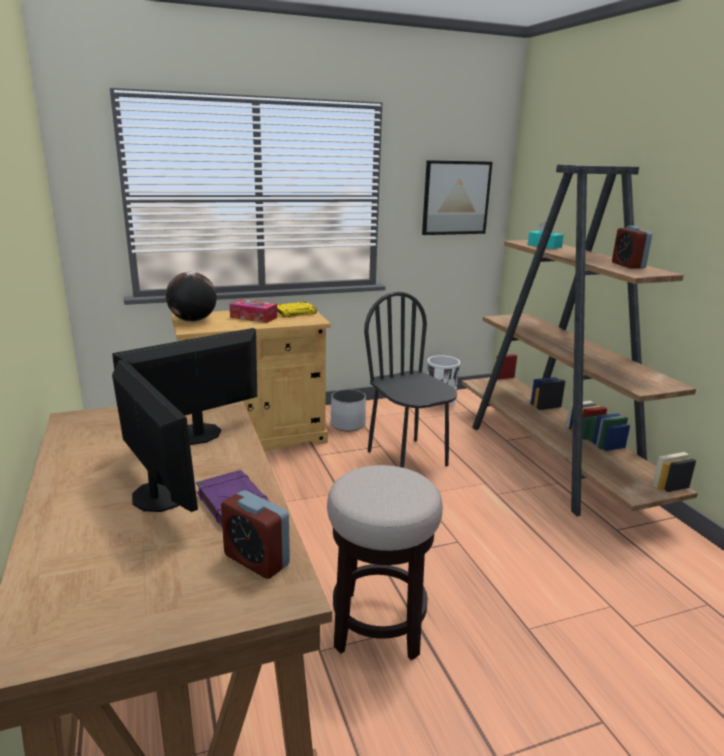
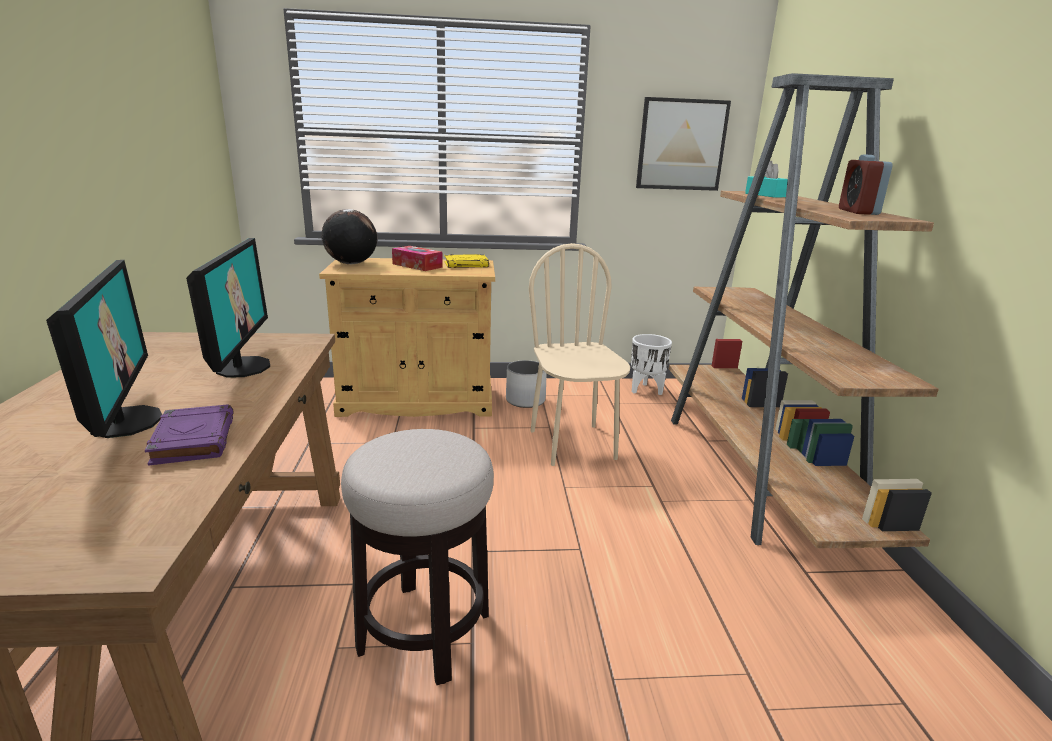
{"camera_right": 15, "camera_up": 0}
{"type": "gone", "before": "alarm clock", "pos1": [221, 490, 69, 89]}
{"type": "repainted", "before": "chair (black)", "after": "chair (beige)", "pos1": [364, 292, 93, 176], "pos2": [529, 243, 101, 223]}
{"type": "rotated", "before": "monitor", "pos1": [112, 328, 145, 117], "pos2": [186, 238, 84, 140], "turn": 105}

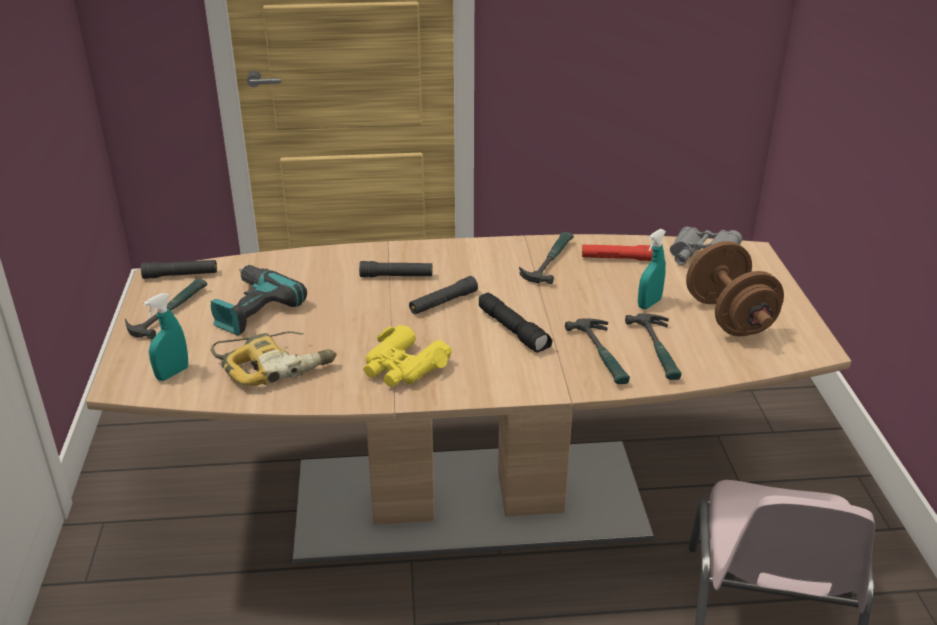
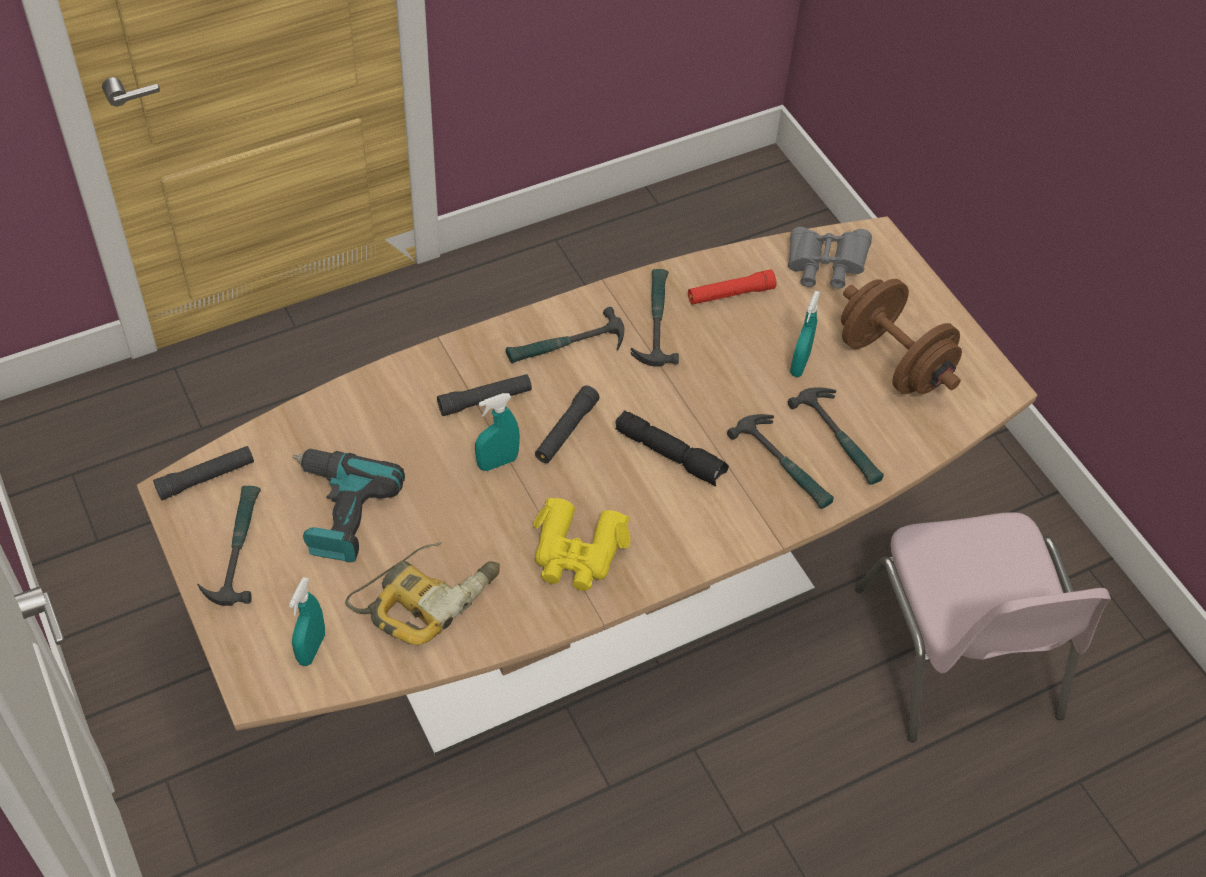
{"camera_right": -25, "camera_up": 20}
{"type": "new", "after": "spray bottle (turquoise)", "pos2": [475, 393, 45, 78]}
{"type": "new", "after": "hammer", "pos2": [506, 307, 118, 56]}

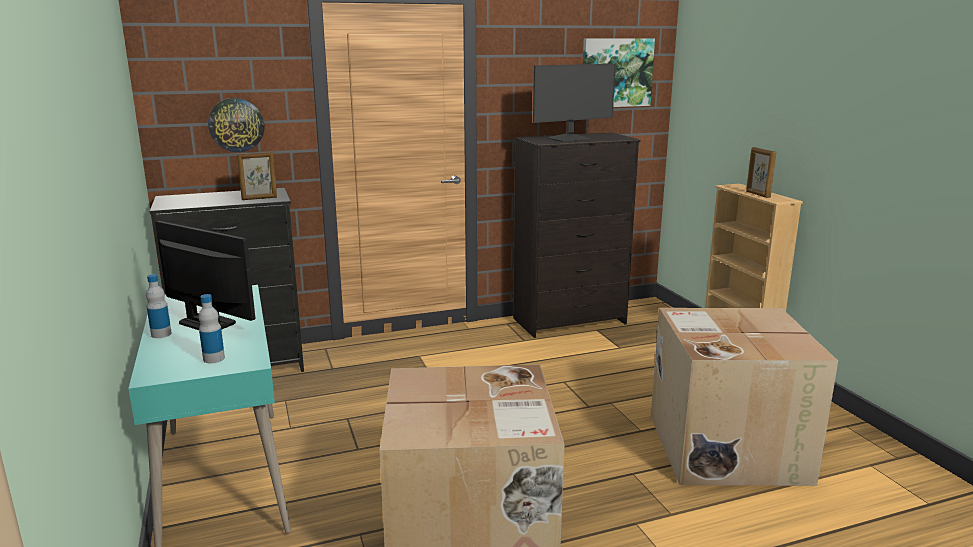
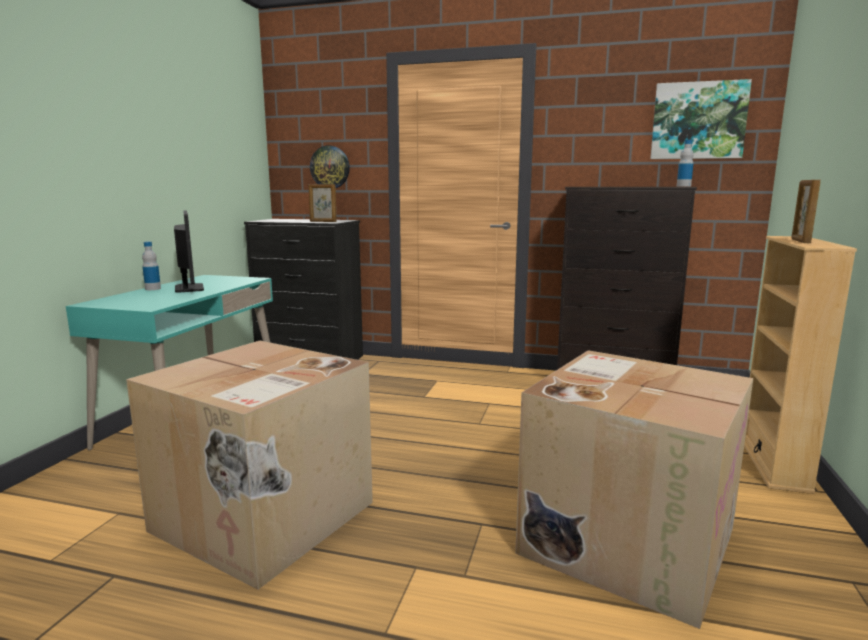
{"camera_right": 35, "camera_up": -5}
{"type": "gone", "before": "monitor", "pos1": [533, 64, 83, 78]}
{"type": "shifted", "before": "bottle", "pos1": [199, 294, 26, 69], "pos2": [677, 140, 17, 46]}

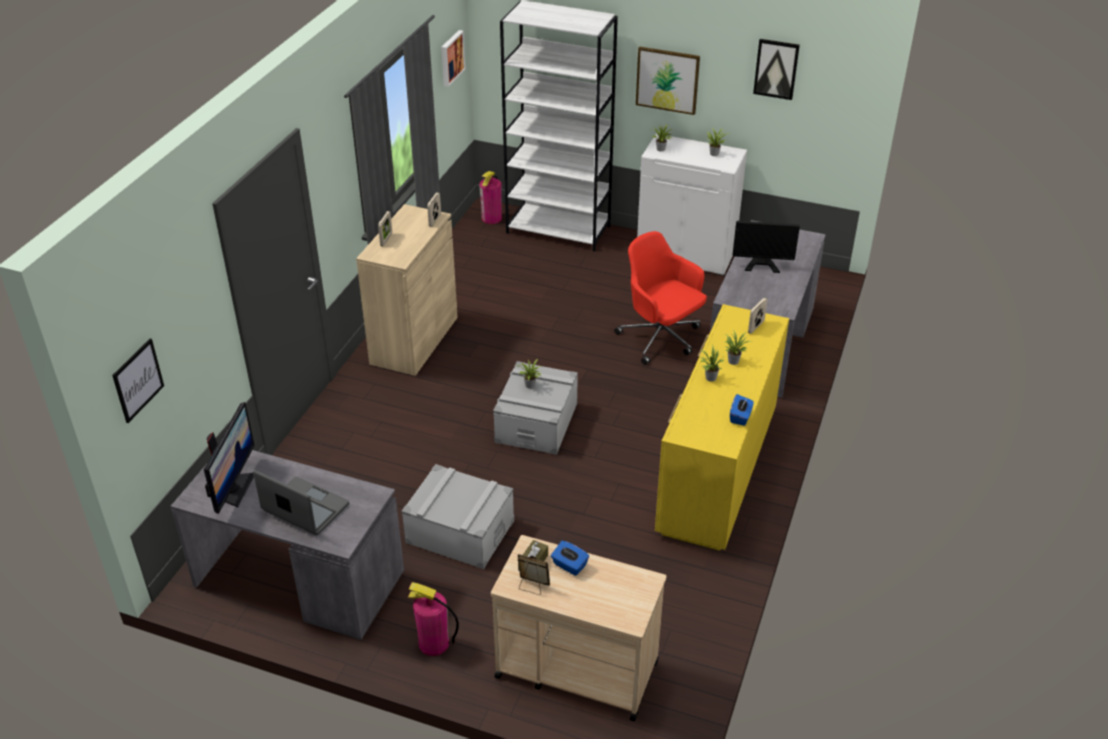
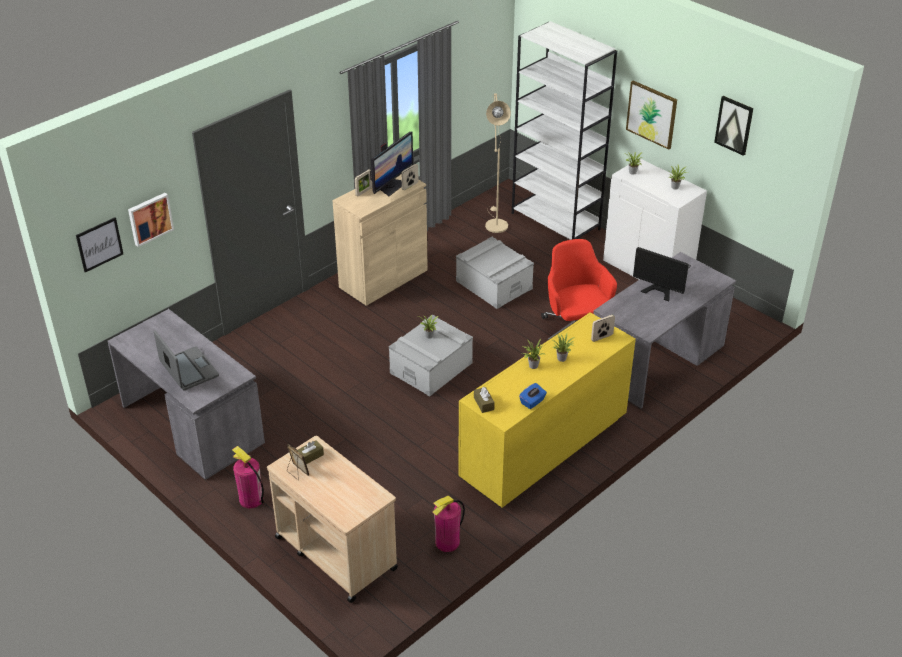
{"camera_right": 25, "camera_up": 0}
{"type": "gone", "before": "tissue box (blue)", "pos1": [551, 541, 38, 35]}
{"type": "new", "after": "tissue box (brown)", "pos2": [474, 387, 21, 26]}
{"type": "new", "after": "floor lamp (beige)", "pos2": [485, 93, 26, 140]}
{"type": "shifted", "before": "monitor", "pos1": [204, 402, 51, 112], "pos2": [370, 131, 43, 65]}
{"type": "shifted", "before": "storage box (grey)", "pos1": [401, 464, 113, 105], "pos2": [456, 237, 78, 72]}
{"type": "shifted", "before": "picture", "pos1": [441, 30, 24, 57], "pos2": [128, 193, 46, 54]}
{"type": "shifted", "before": "fire extinguisher", "pos1": [479, 171, 23, 53], "pos2": [432, 495, 33, 57]}

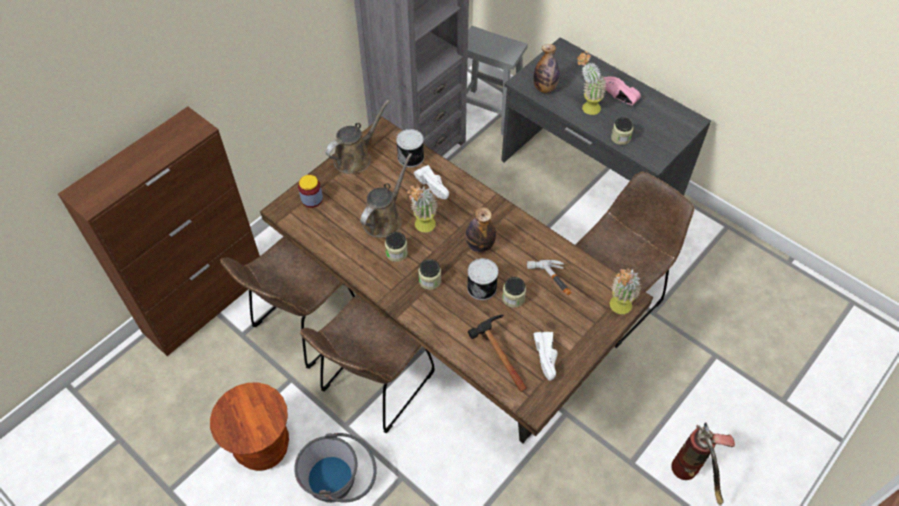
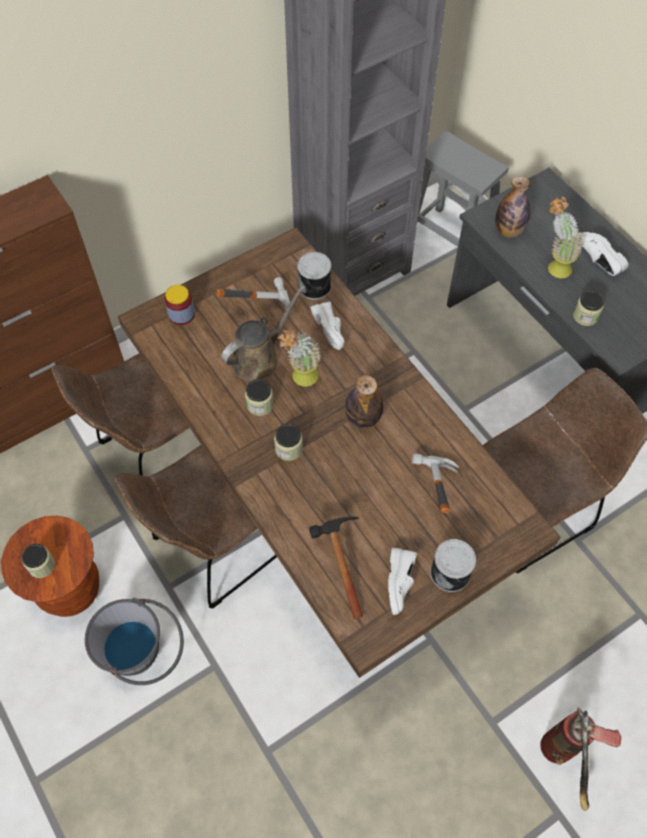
{"camera_right": 15, "camera_up": 5}
{"type": "gone", "before": "watering can (brown)", "pos1": [325, 100, 65, 74]}
{"type": "gone", "before": "potted plant", "pos1": [610, 268, 31, 46]}
{"type": "new", "after": "hammer", "pos2": [216, 277, 74, 33]}
{"type": "shifted", "before": "can", "pos1": [467, 258, 31, 42], "pos2": [430, 539, 46, 53]}
{"type": "shifted", "before": "jar", "pos1": [502, 277, 24, 31], "pos2": [22, 544, 33, 34]}
{"type": "repainted", "before": "shoe (pink)", "after": "shoe (white)", "pos1": [603, 76, 38, 29], "pos2": [581, 232, 47, 44]}

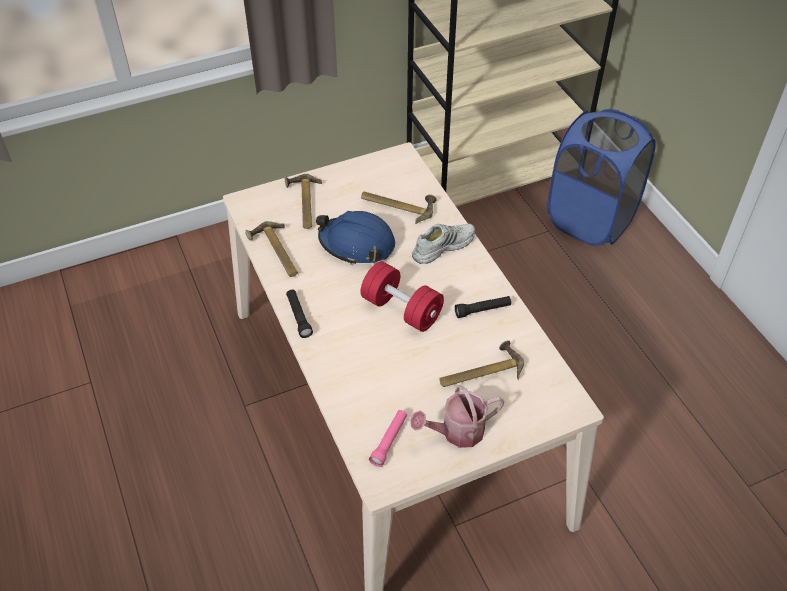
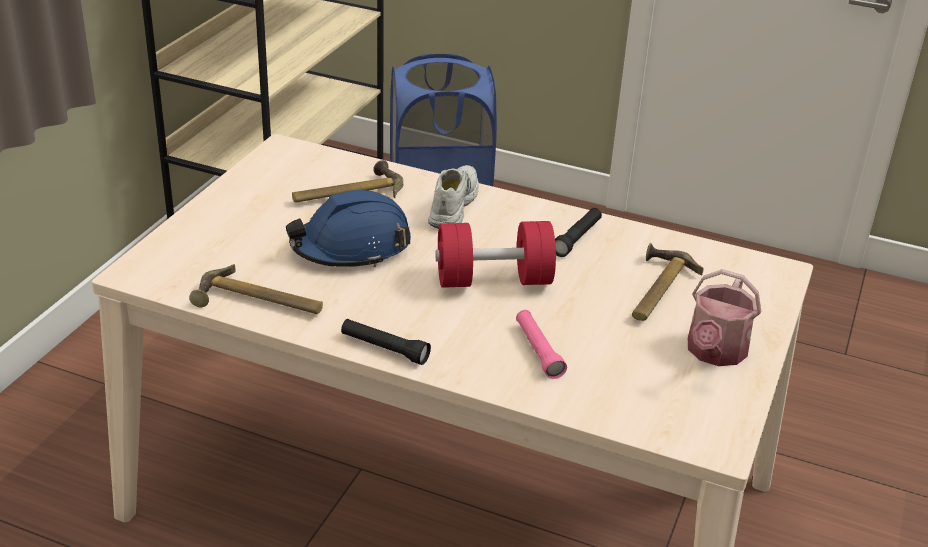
{"camera_right": -45, "camera_up": -15}
{"type": "gone", "before": "hammer", "pos1": [285, 174, 37, 55]}
{"type": "shifted", "before": "flashlight (pink)", "pos1": [369, 410, 38, 57], "pos2": [516, 310, 51, 69]}

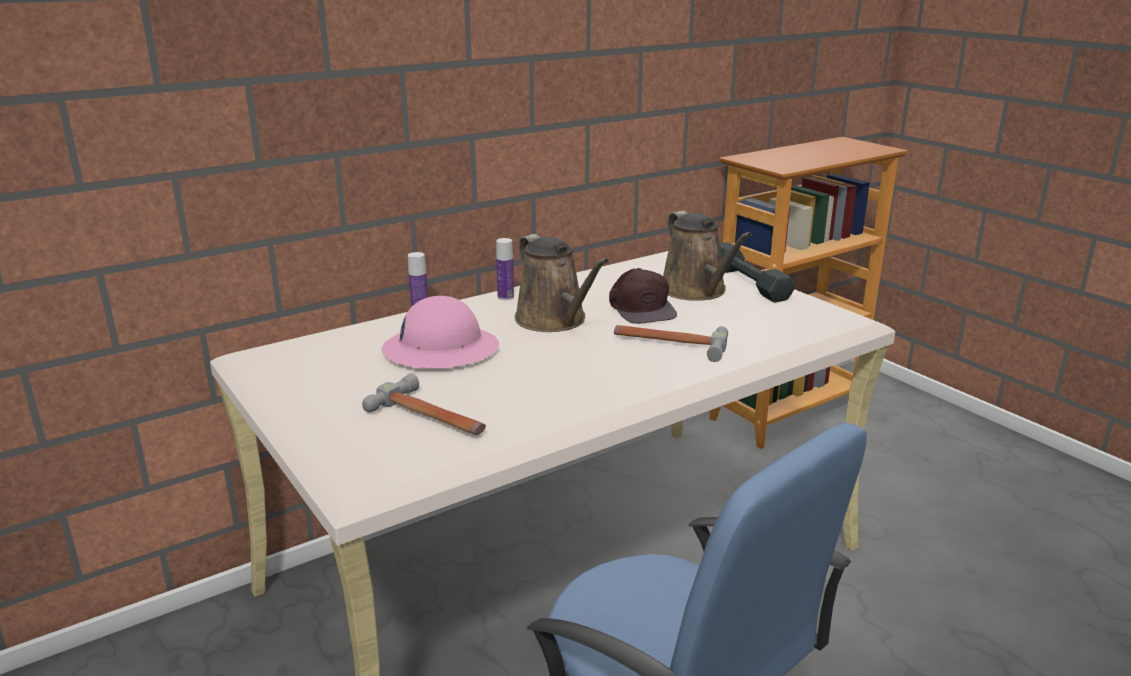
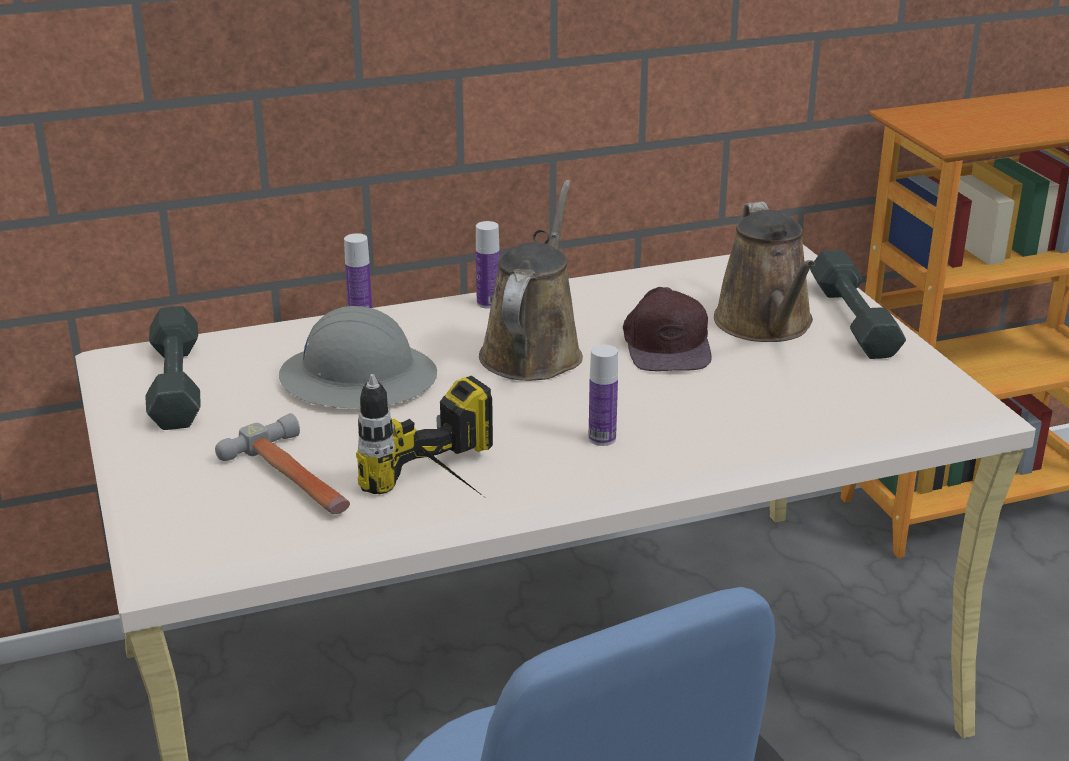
{"camera_right": 15, "camera_up": 5}
{"type": "gone", "before": "hammer", "pos1": [614, 325, 114, 37]}
{"type": "new", "after": "dumbbell (grey)", "pos2": [145, 306, 56, 124]}
{"type": "new", "after": "power drill", "pos2": [356, 374, 137, 122]}
{"type": "new", "after": "bottle", "pos2": [589, 344, 29, 102]}
{"type": "repainted", "before": "hard hat (pink)", "after": "hard hat (grey)", "pos1": [382, 296, 117, 72], "pos2": [279, 306, 158, 102]}
{"type": "rotated", "before": "watering can (brown)", "pos1": [515, 234, 94, 98], "pos2": [479, 180, 104, 201], "turn": -150}

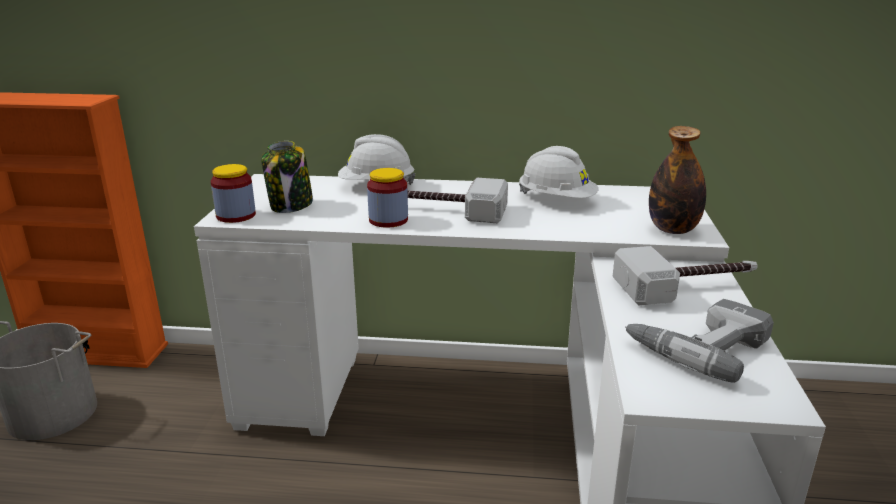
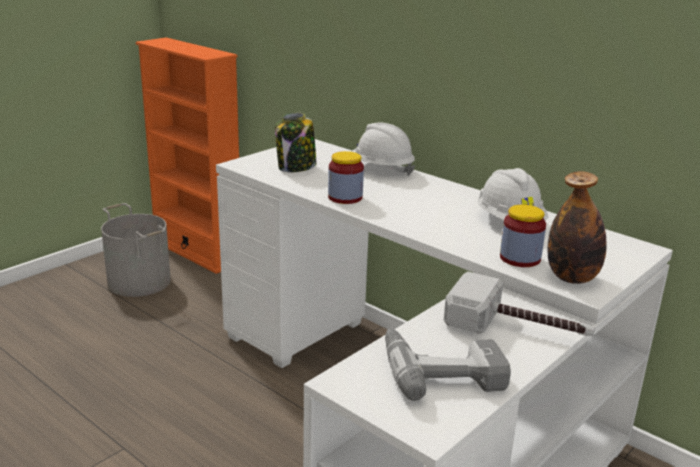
{"camera_right": 35, "camera_up": 0}
{"type": "gone", "before": "hammer", "pos1": [408, 178, 100, 45]}
{"type": "shifted", "before": "jar", "pos1": [211, 164, 45, 59], "pos2": [500, 205, 46, 62]}

